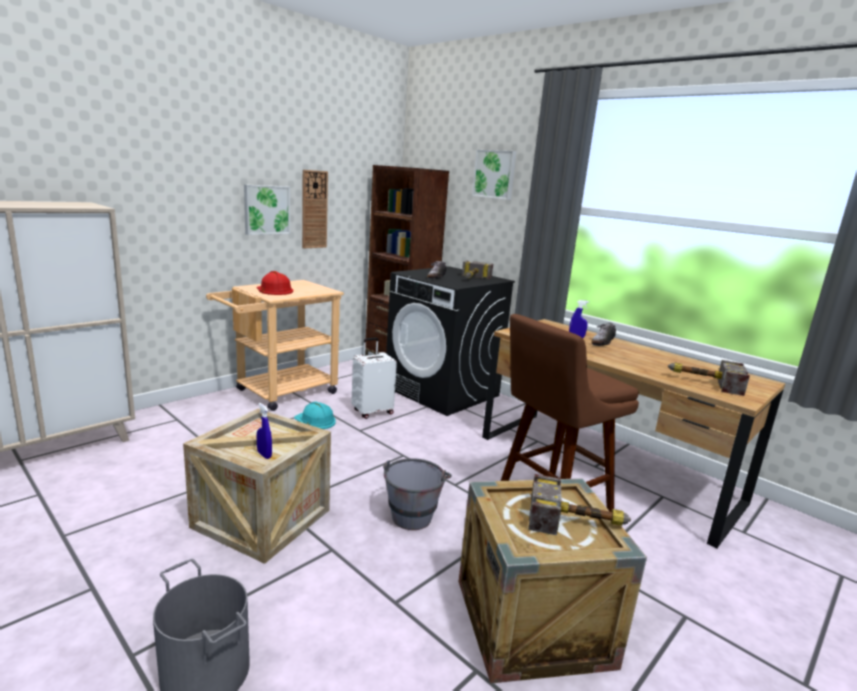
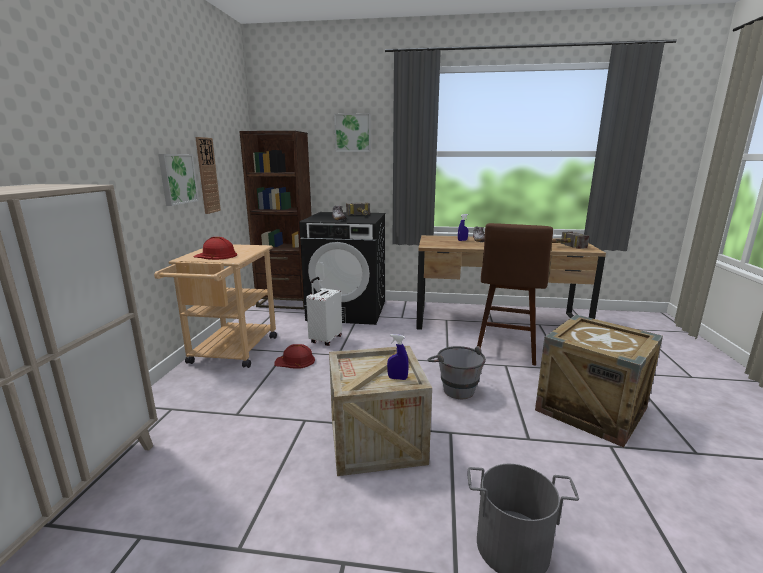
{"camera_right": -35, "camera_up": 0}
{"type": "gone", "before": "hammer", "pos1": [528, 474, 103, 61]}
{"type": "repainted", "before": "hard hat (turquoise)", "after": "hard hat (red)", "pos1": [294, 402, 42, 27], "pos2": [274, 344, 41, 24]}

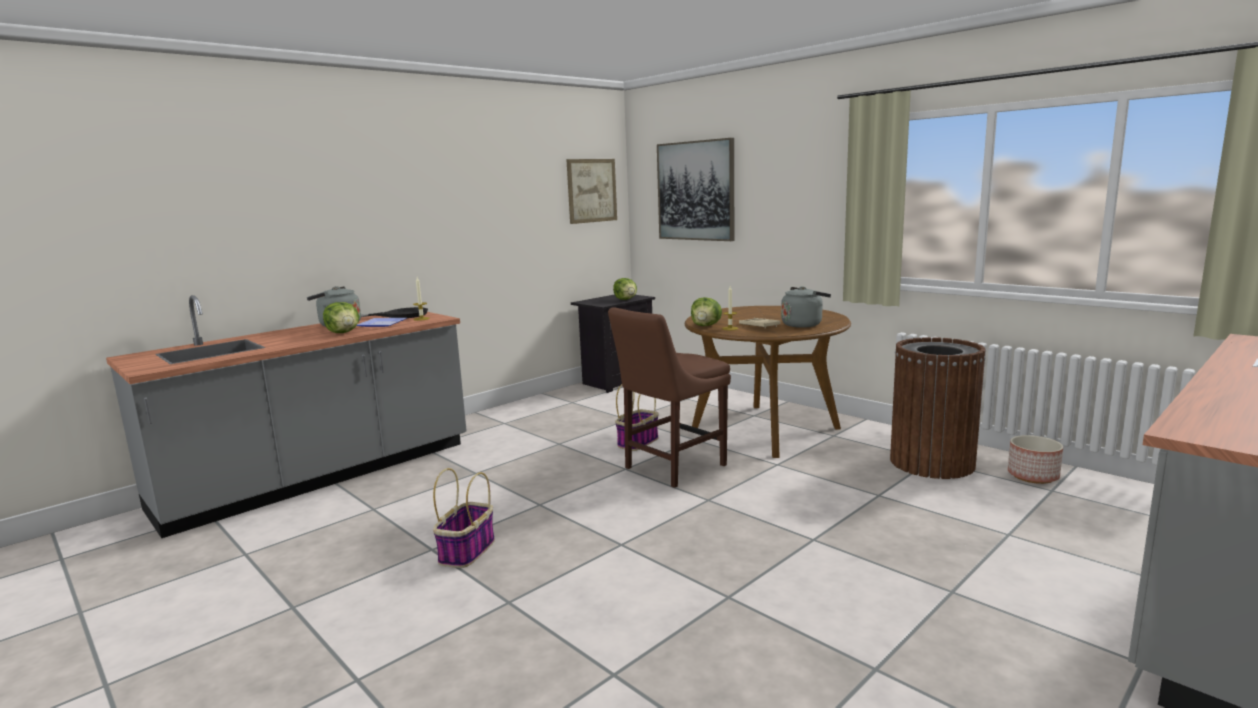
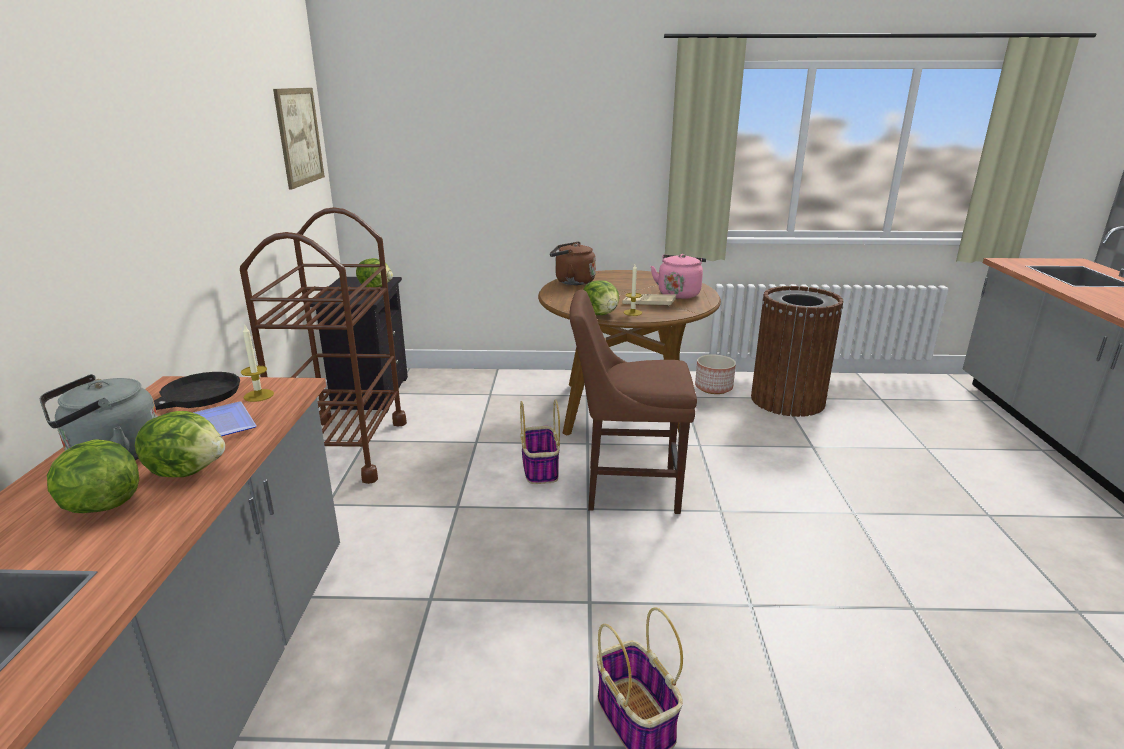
{"camera_right": -45, "camera_up": 10}
{"type": "gone", "before": "picture", "pos1": [657, 138, 77, 103]}
{"type": "new", "after": "lettuce", "pos2": [47, 439, 92, 74]}
{"type": "new", "after": "cart (brown)", "pos2": [240, 207, 167, 277]}
{"type": "new", "after": "kettle (brown)", "pos2": [550, 242, 46, 43]}
{"type": "shifted", "before": "planter", "pos1": [1008, 435, 55, 49], "pos2": [695, 355, 41, 39]}
{"type": "repainted", "before": "kettle (grey)", "after": "kettle (pink)", "pos1": [781, 286, 50, 42], "pos2": [651, 254, 55, 45]}
{"type": "rotated", "before": "chair (brown)", "pos1": [608, 307, 123, 181], "pos2": [570, 290, 127, 224], "turn": 90}

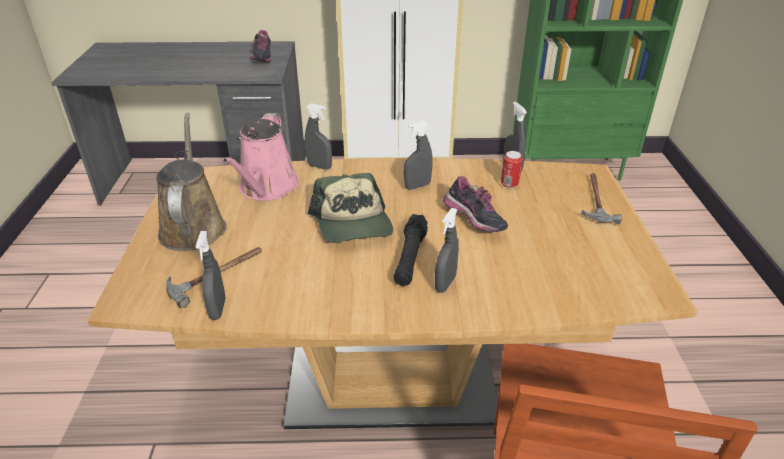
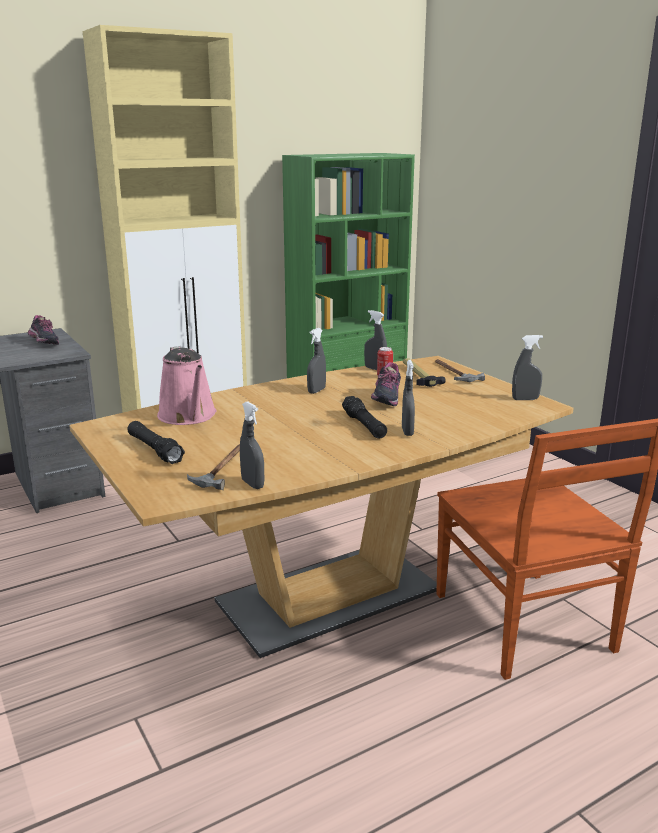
{"camera_right": -30, "camera_up": -15}
{"type": "gone", "before": "cap", "pos1": [308, 173, 85, 70]}
{"type": "new", "after": "hammer", "pos2": [403, 358, 43, 29]}
{"type": "shifted", "before": "spray bottle (grey)", "pos1": [305, 103, 27, 67], "pos2": [512, 335, 31, 65]}
{"type": "swapped", "before": "watering can (brown)", "after": "flashlight (black)", "pos1": [156, 113, 71, 138], "pos2": [127, 421, 58, 43]}
{"type": "rotated", "before": "shoe", "pos1": [443, 176, 65, 56], "pos2": [371, 362, 30, 44], "turn": 75}

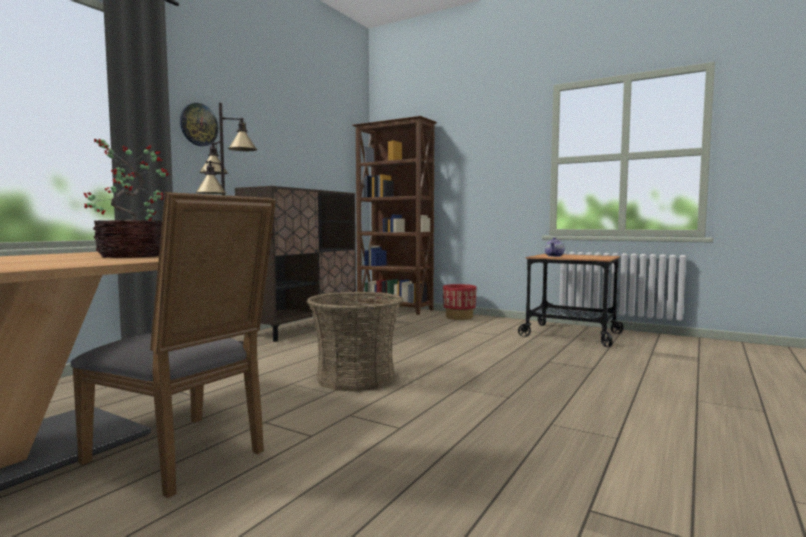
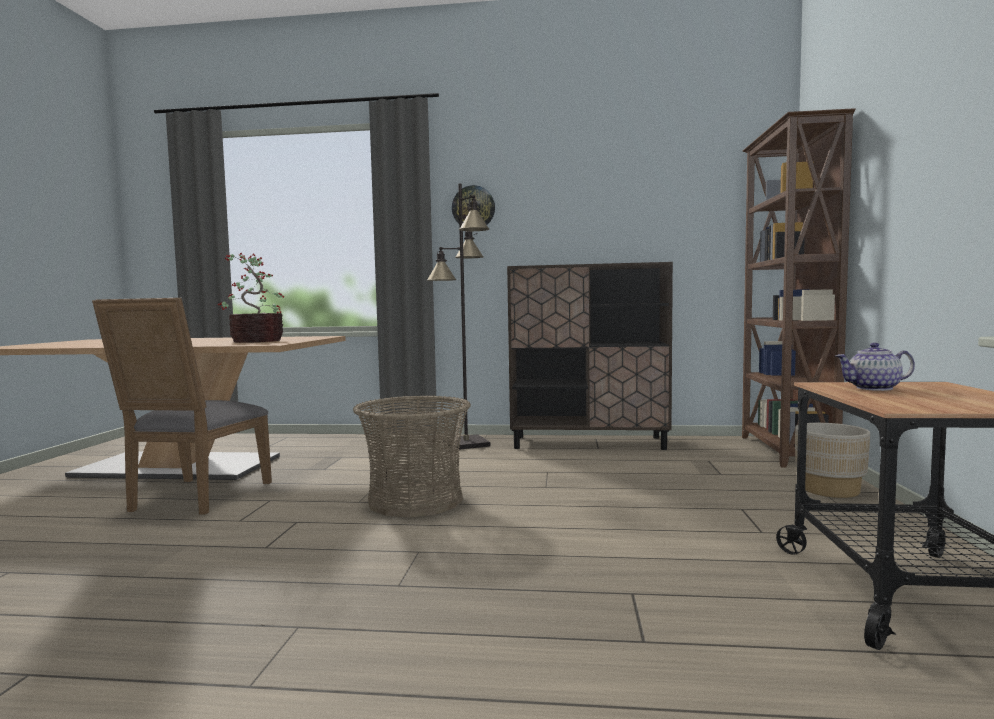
{"camera_right": 65, "camera_up": 0}
{"type": "repainted", "before": "planter (red)", "after": "planter (beige)", "pos1": [443, 284, 34, 36], "pos2": [795, 423, 75, 75]}

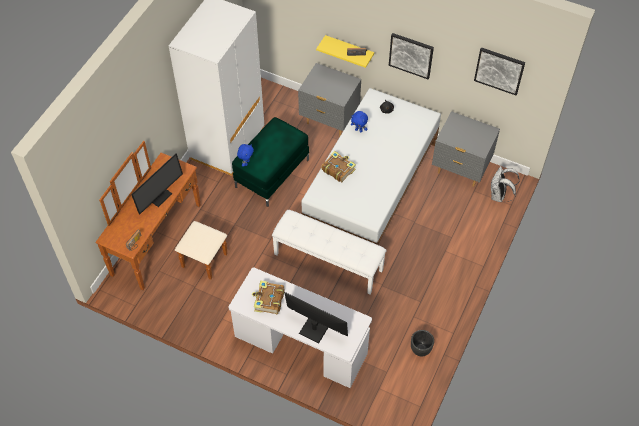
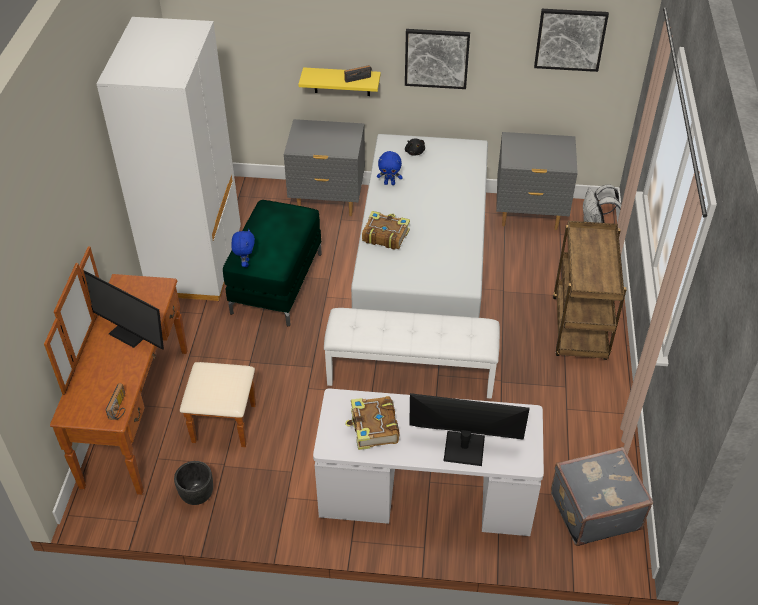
{"camera_right": -20, "camera_up": -10}
{"type": "new", "after": "suitcase (grey)", "pos2": [551, 447, 102, 99]}
{"type": "new", "after": "cart (brown)", "pos2": [553, 221, 73, 139]}
{"type": "shifted", "before": "planter (black)", "pos1": [411, 330, 23, 26], "pos2": [174, 461, 39, 44]}
{"type": "rotated", "before": "monitor", "pos1": [131, 153, 52, 62], "pos2": [84, 270, 80, 80], "turn": 105}

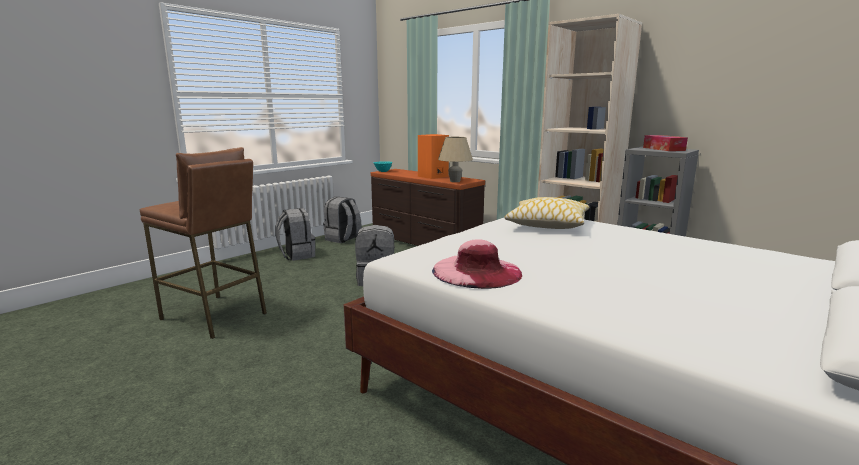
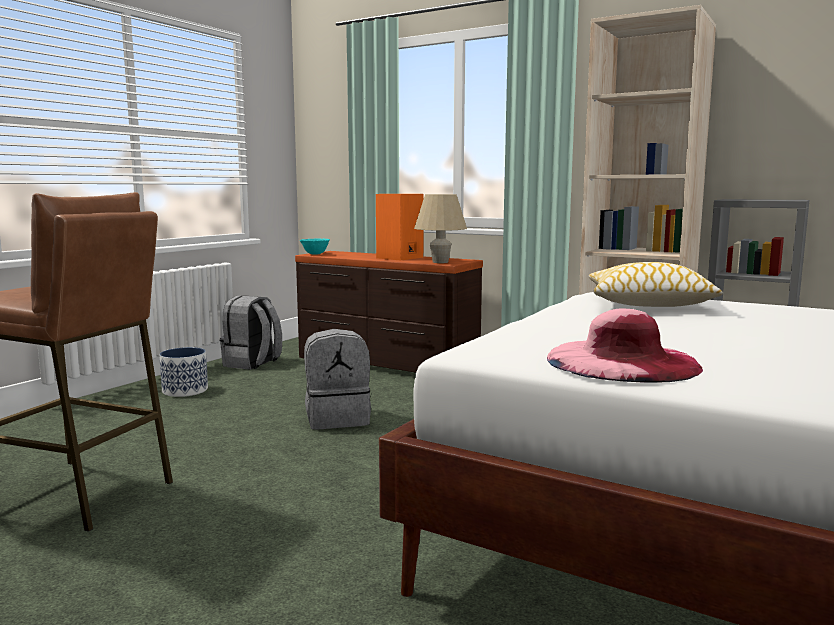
{"camera_right": -10, "camera_up": -5}
{"type": "gone", "before": "tissue box", "pos1": [643, 135, 45, 16]}
{"type": "swapped", "before": "backpack (grey)", "after": "planter", "pos1": [275, 208, 40, 53], "pos2": [159, 347, 49, 50]}

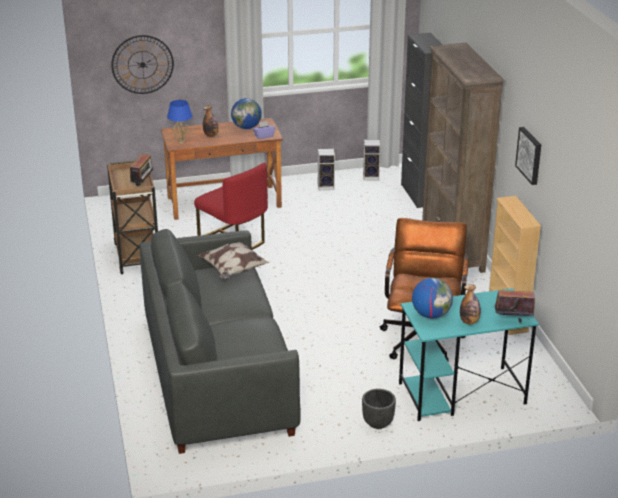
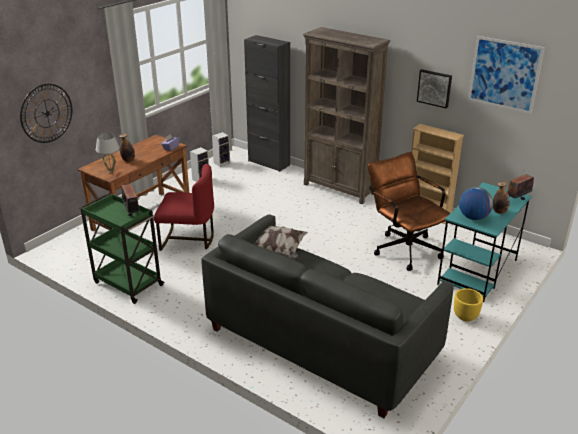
{"camera_right": -40, "camera_up": 0}
{"type": "gone", "before": "globe", "pos1": [231, 98, 31, 31]}
{"type": "new", "after": "picture", "pos2": [468, 36, 77, 78]}
{"type": "repainted", "before": "cart (brown)", "after": "cart (green)", "pos1": [107, 160, 51, 114], "pos2": [79, 193, 86, 111]}
{"type": "repainted", "before": "table lamp (blue)", "after": "table lamp (white)", "pos1": [167, 100, 25, 43], "pos2": [96, 133, 24, 41]}
{"type": "repainted", "before": "planter (black)", "after": "planter (yellow)", "pos1": [362, 389, 34, 40], "pos2": [454, 288, 29, 34]}

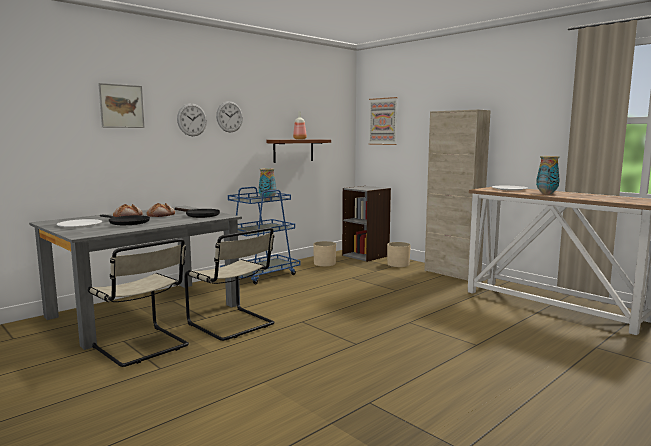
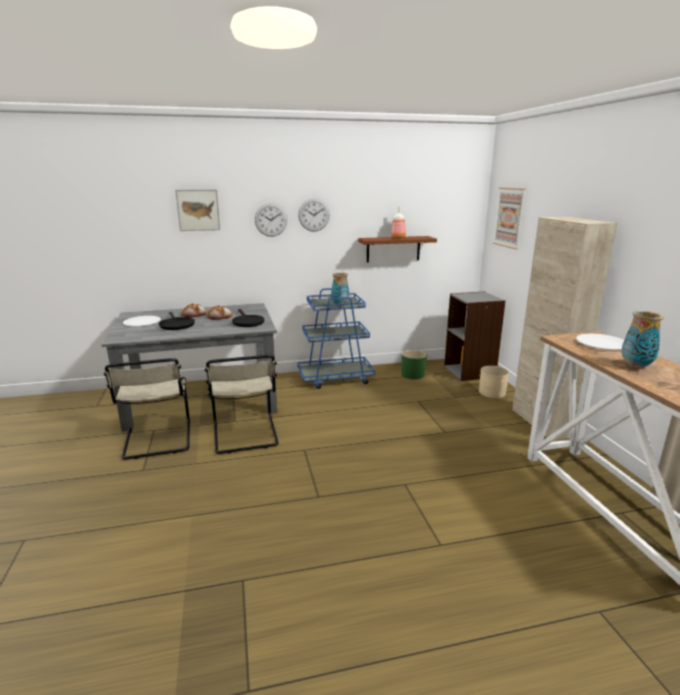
{"camera_right": 30, "camera_up": 10}
{"type": "repainted", "before": "planter (beige)", "after": "planter (green)", "pos1": [313, 241, 23, 25], "pos2": [401, 350, 26, 29]}

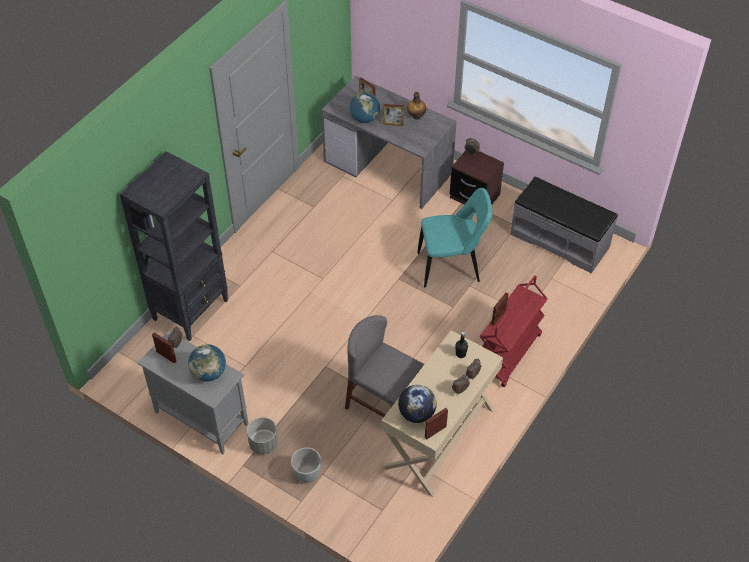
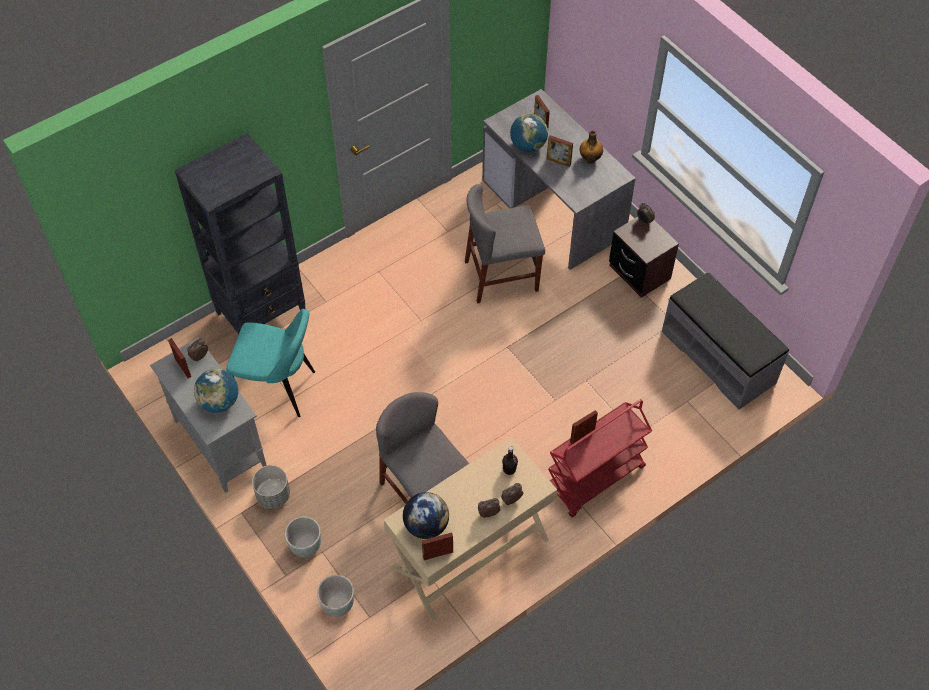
{"camera_right": 20, "camera_up": 5}
{"type": "new", "after": "planter (grey)", "pos2": [317, 575, 37, 42]}
{"type": "new", "after": "chair (grey)", "pos2": [465, 184, 80, 120]}
{"type": "shifted", "before": "chair (turquoise)", "pos1": [417, 188, 75, 99], "pos2": [226, 309, 89, 108]}

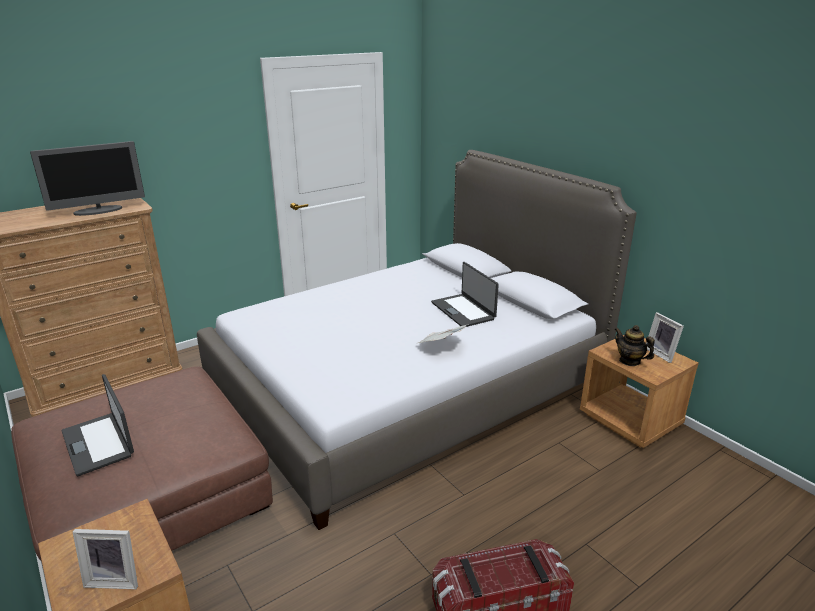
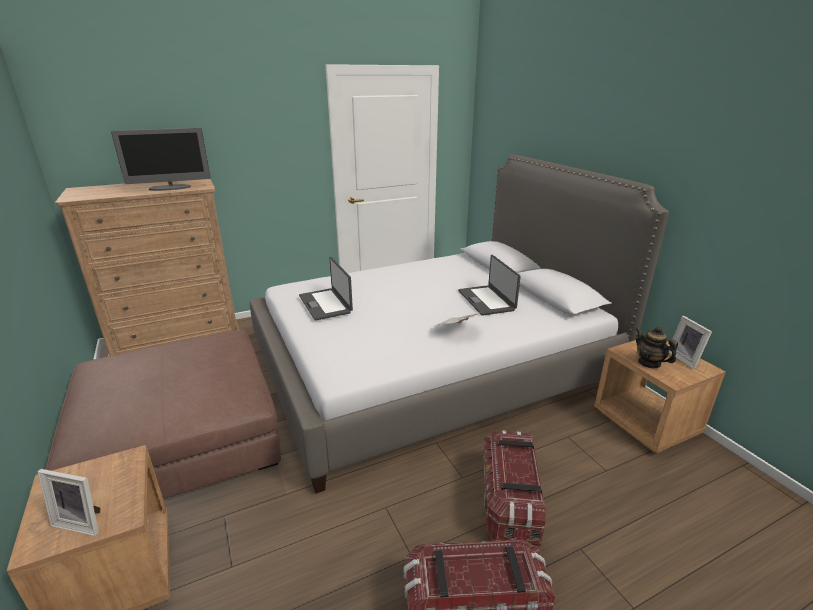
{"camera_right": 10, "camera_up": 0}
{"type": "new", "after": "storage box", "pos2": [484, 430, 62, 116]}
{"type": "shifted", "before": "laptop", "pos1": [62, 374, 72, 102], "pos2": [299, 257, 54, 64]}

